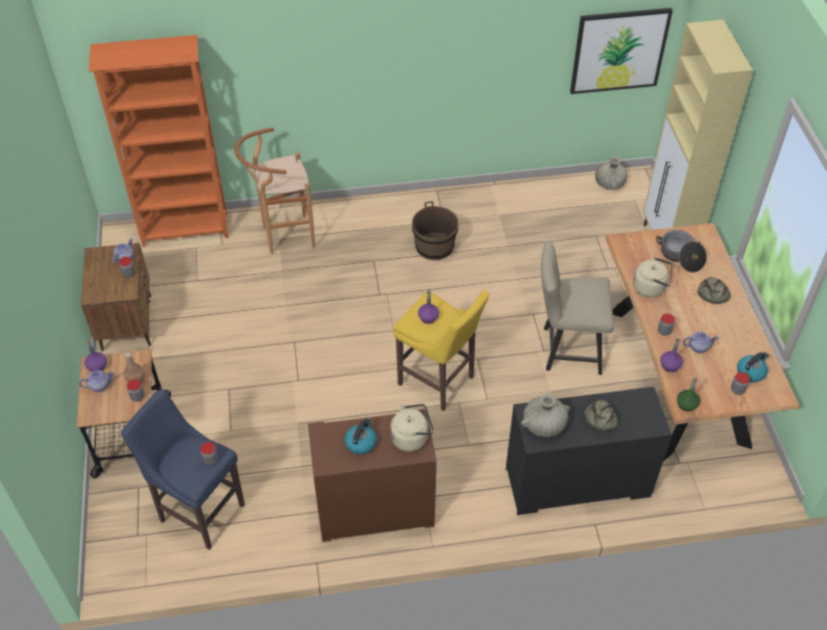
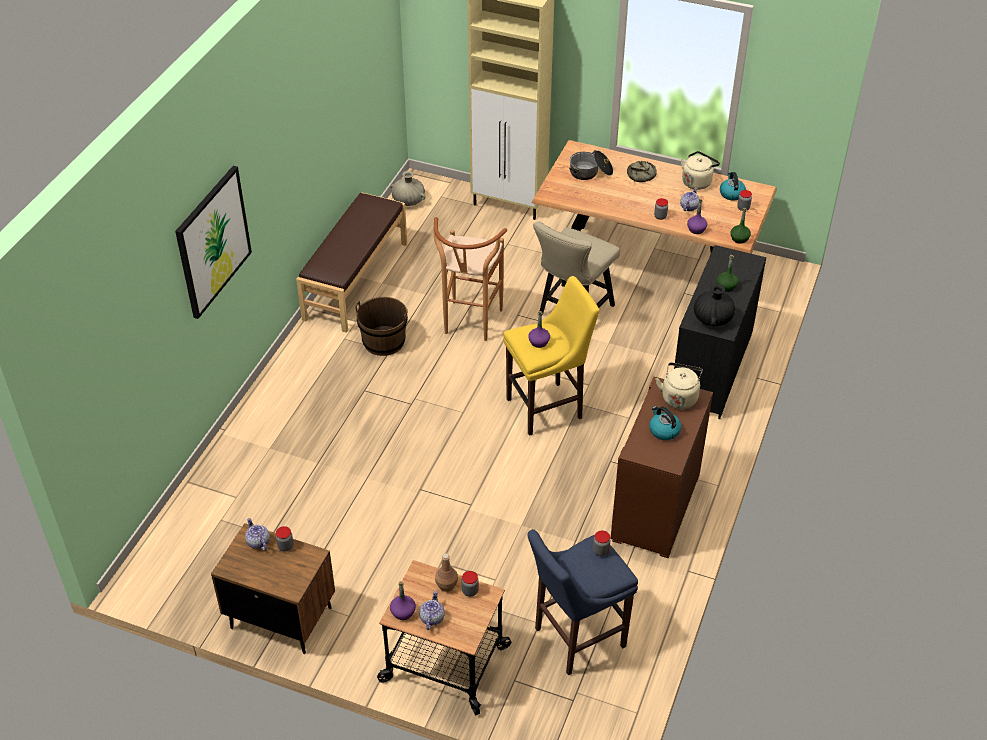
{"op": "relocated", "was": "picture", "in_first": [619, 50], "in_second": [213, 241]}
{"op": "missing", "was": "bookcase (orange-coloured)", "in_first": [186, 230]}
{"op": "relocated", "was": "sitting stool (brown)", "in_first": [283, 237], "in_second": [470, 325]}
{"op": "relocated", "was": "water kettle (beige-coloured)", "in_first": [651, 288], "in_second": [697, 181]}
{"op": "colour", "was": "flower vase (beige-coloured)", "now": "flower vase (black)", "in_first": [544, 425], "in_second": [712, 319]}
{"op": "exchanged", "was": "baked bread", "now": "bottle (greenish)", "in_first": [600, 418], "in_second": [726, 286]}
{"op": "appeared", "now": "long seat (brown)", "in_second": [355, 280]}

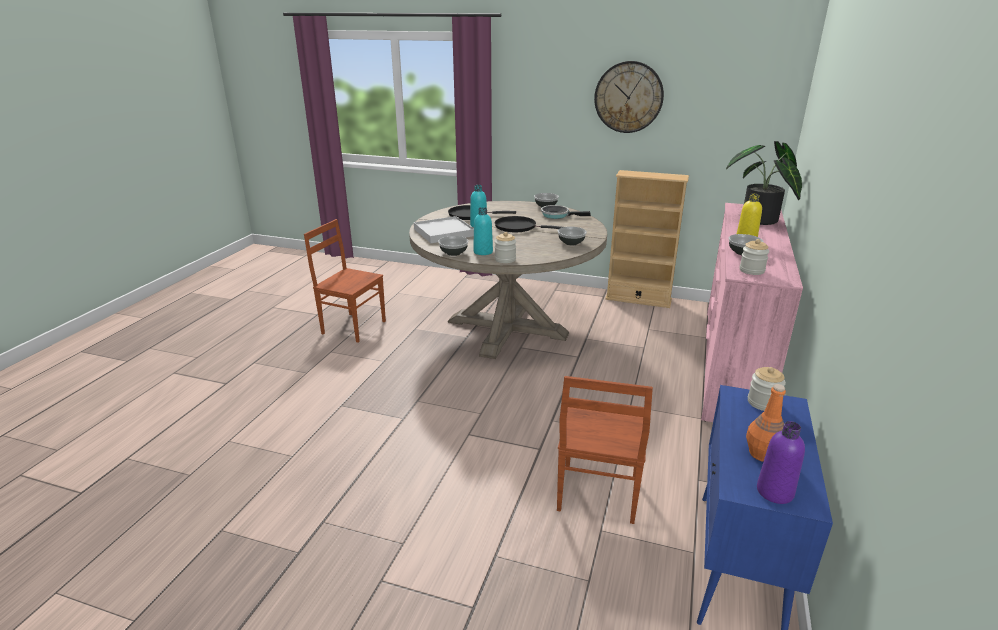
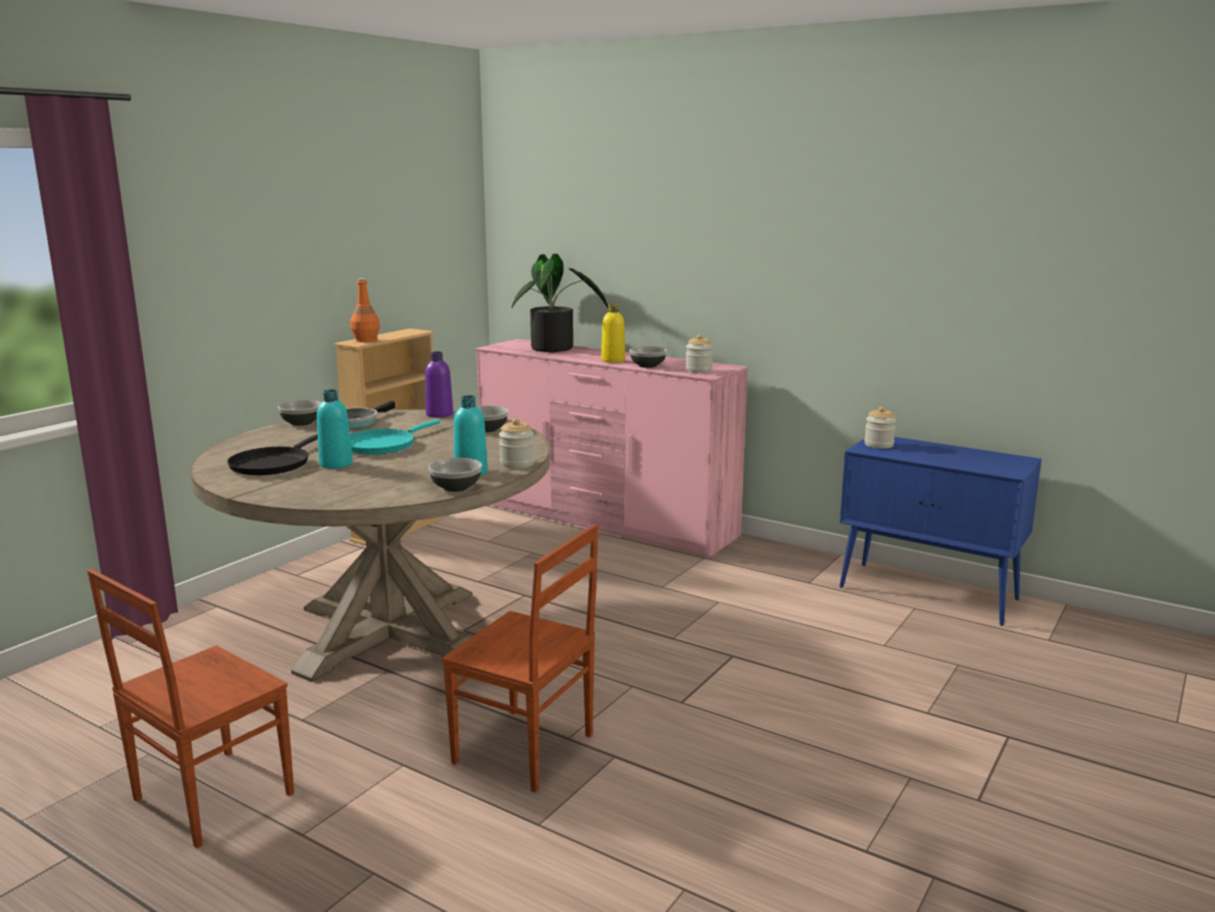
{"op": "missing", "was": "wall clock", "in_first": [628, 97]}
{"op": "missing", "was": "carrying tray (white-coloured)", "in_first": [444, 232]}
{"op": "colour", "was": "pan (black)", "now": "pan (turquoise)", "in_first": [518, 227], "in_second": [382, 445]}
{"op": "relocated", "was": "chair (brown)", "in_first": [596, 494], "in_second": [524, 750]}
{"op": "relocated", "was": "bottle (orange-coloured)", "in_first": [762, 453], "in_second": [365, 340]}
{"op": "relocated", "was": "bottle (purplish)", "in_first": [775, 492], "in_second": [439, 414]}

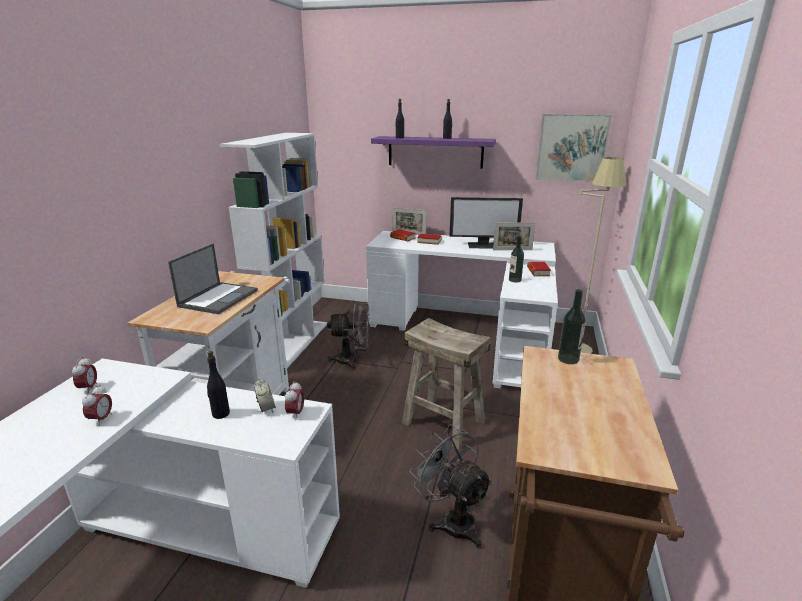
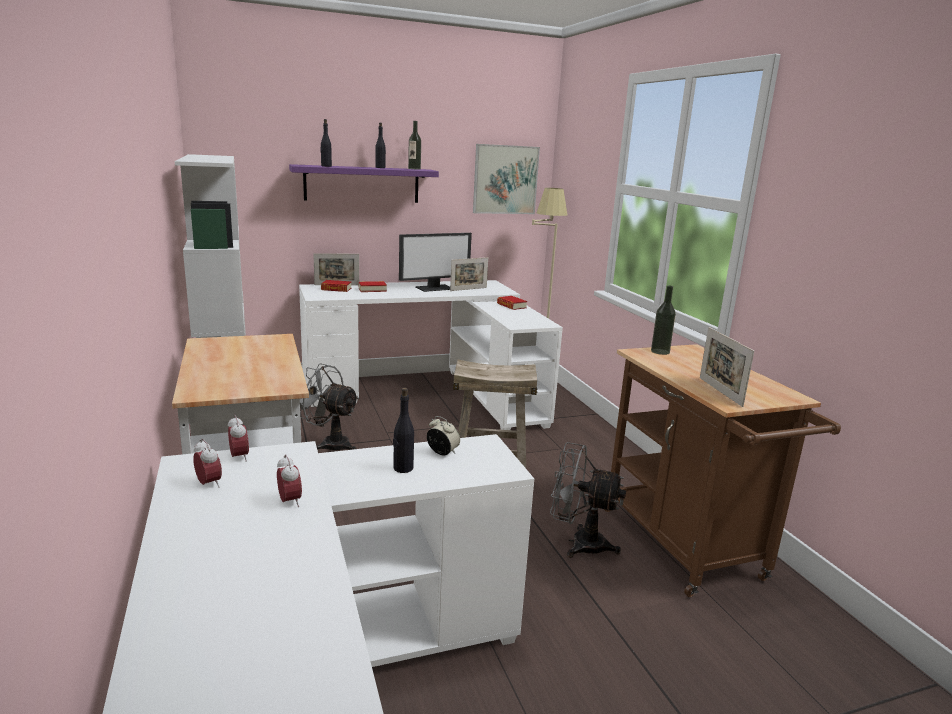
{"op": "relocated", "was": "bottle", "in_first": [515, 280], "in_second": [414, 169]}
{"op": "missing", "was": "notebook computer", "in_first": [219, 298]}
{"op": "spun", "was": "cooling fan (greyish)", "in_first": [352, 360], "in_second": [329, 444], "clockwise": -120}
{"op": "relocated", "was": "table clock", "in_first": [295, 414], "in_second": [239, 457]}
{"op": "appeared", "now": "photo frame", "in_second": [720, 391]}

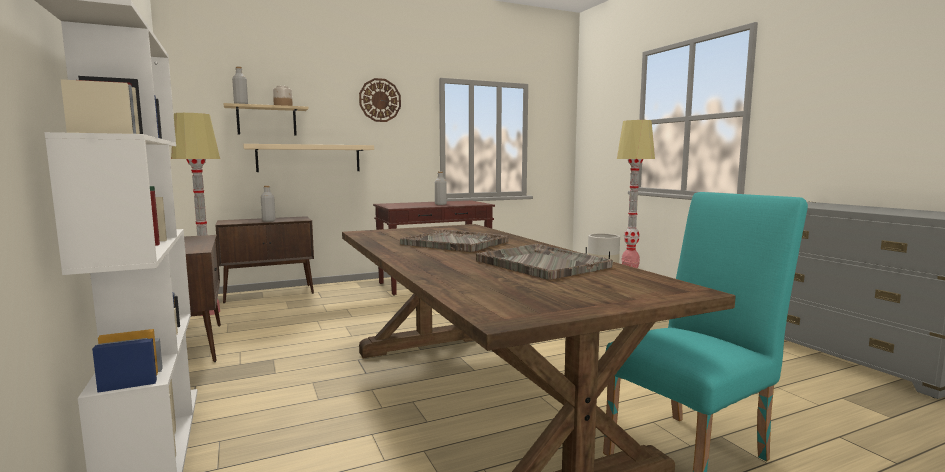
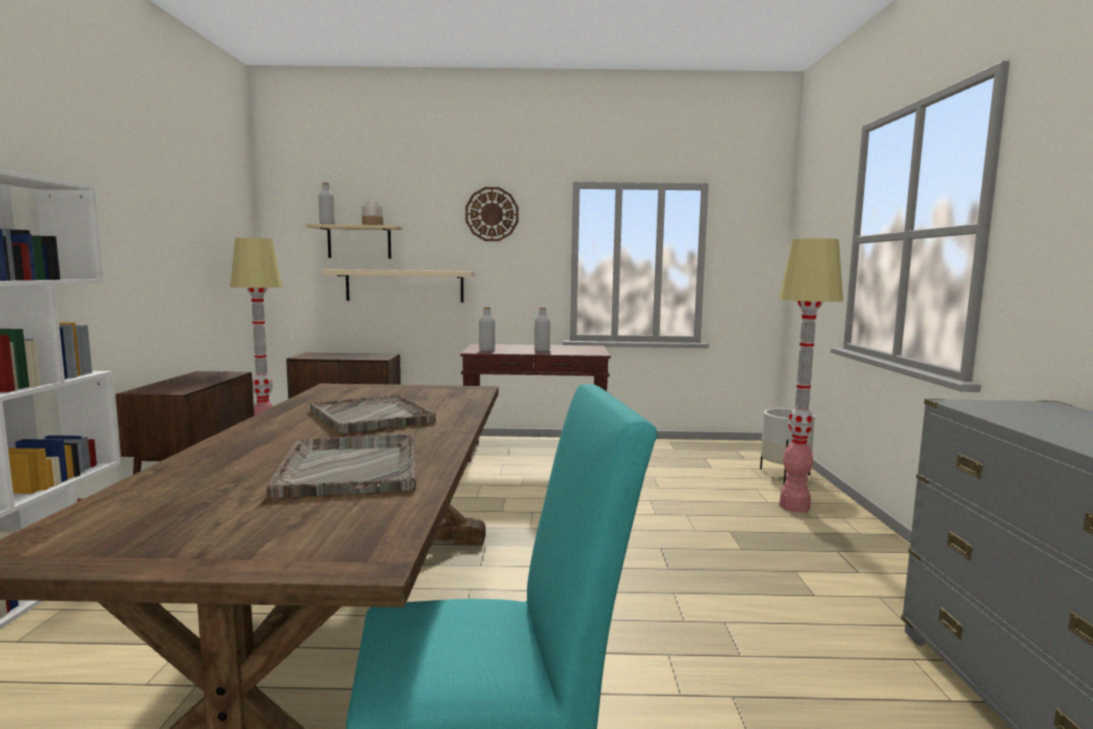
{"op": "relocated", "was": "bottle (greyish)", "in_first": [268, 221], "in_second": [486, 350]}

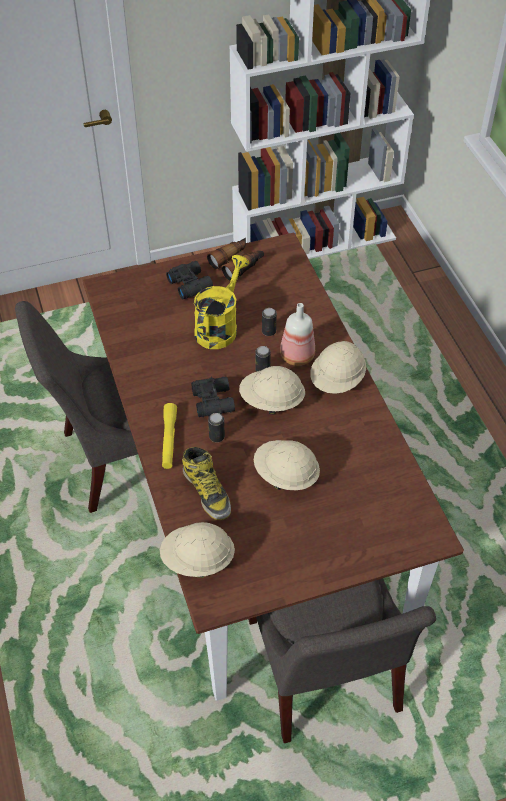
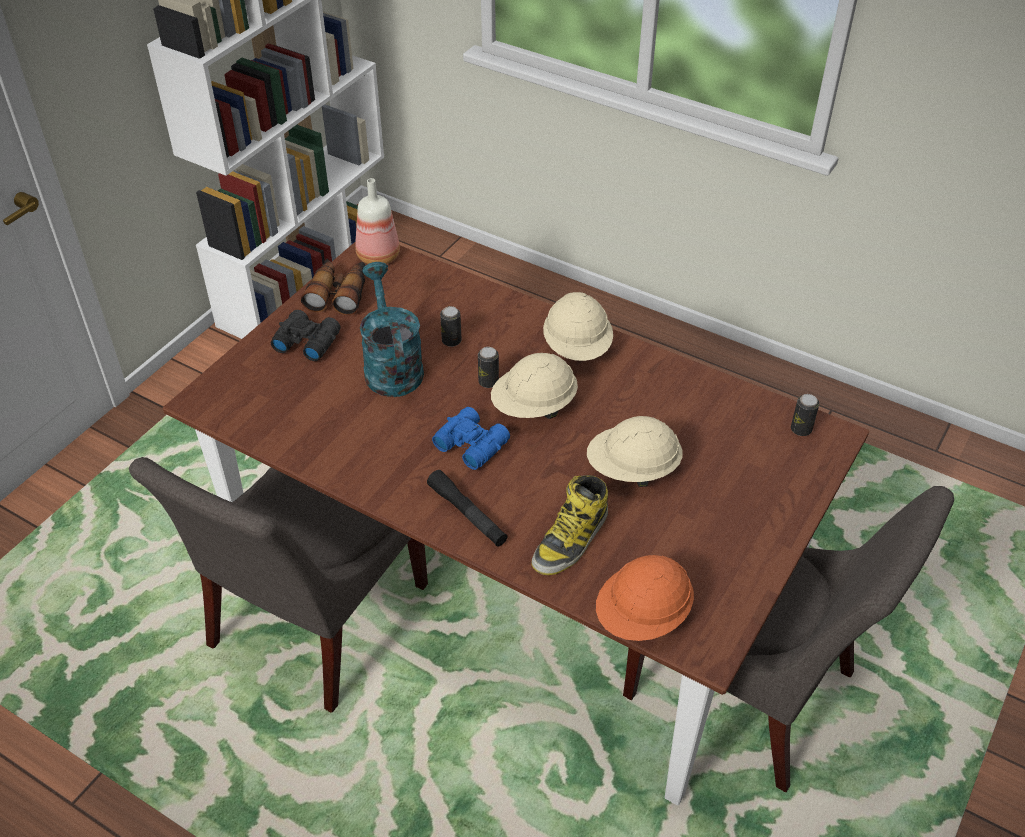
{"op": "colour", "was": "watering pot (yellowish)", "now": "watering pot (turquoise)", "in_first": [219, 326], "in_second": [391, 366]}
{"op": "relocated", "was": "bottle", "in_first": [296, 356], "in_second": [377, 257]}
{"op": "colour", "was": "pair of binoculars (black)", "now": "pair of binoculars (bluish)", "in_first": [214, 400], "in_second": [471, 443]}
{"op": "colour", "was": "hand torch (yellowish)", "now": "hand torch (black)", "in_first": [169, 439], "in_second": [467, 514]}
{"op": "relocated", "was": "can", "in_first": [217, 436], "in_second": [801, 429]}
{"op": "spun", "was": "boot", "in_first": [207, 491], "in_second": [571, 539], "clockwise": 105}
{"op": "colour", "was": "safety helmet (beige-coloured)", "now": "safety helmet (orange-coloured)", "in_first": [198, 560], "in_second": [643, 616]}

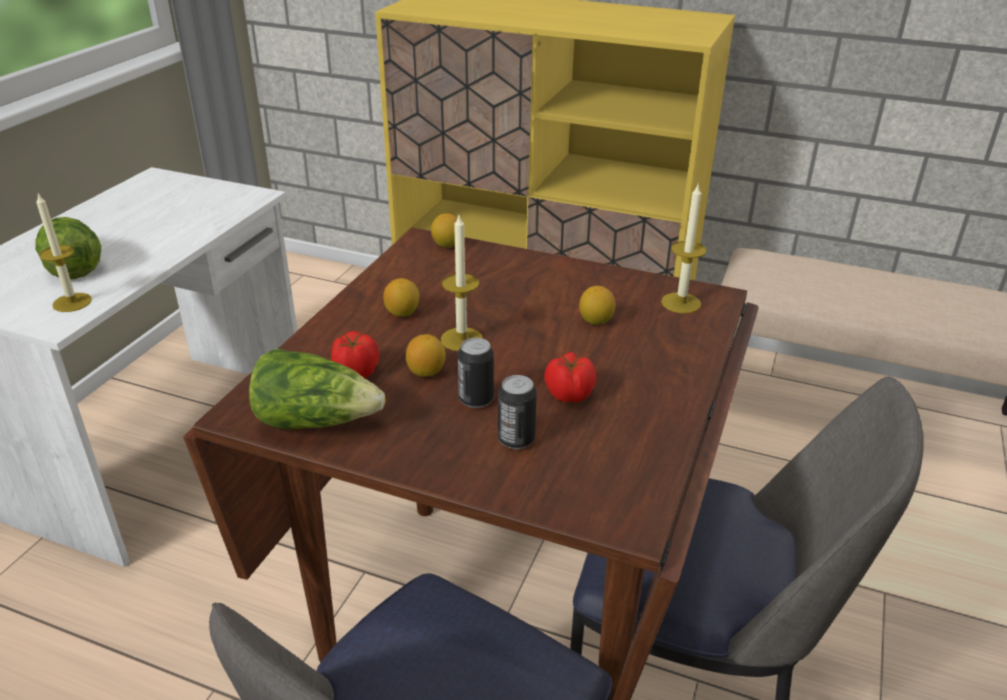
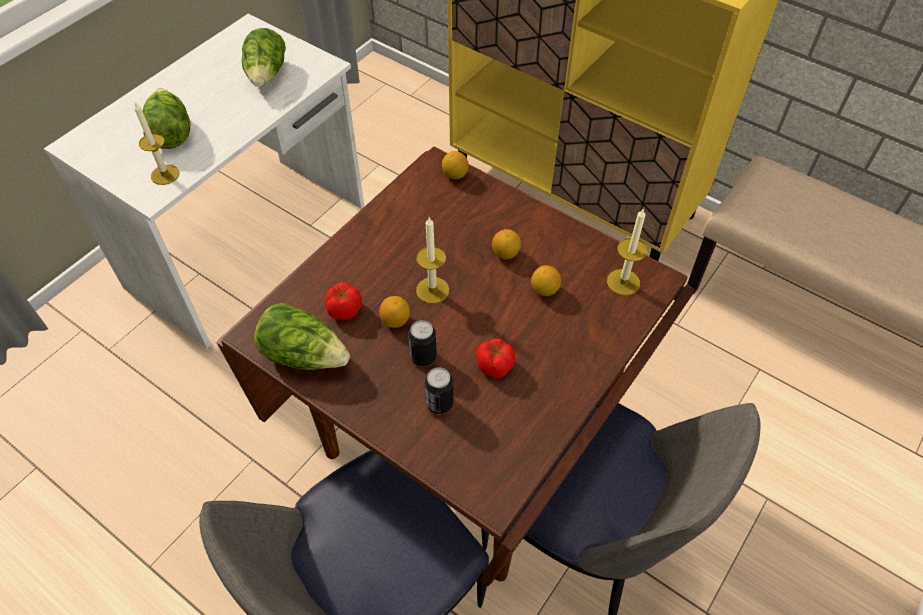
{"op": "relocated", "was": "citrus fruit", "in_first": [402, 313], "in_second": [506, 253]}
{"op": "appeared", "now": "lettuce head", "in_second": [267, 74]}

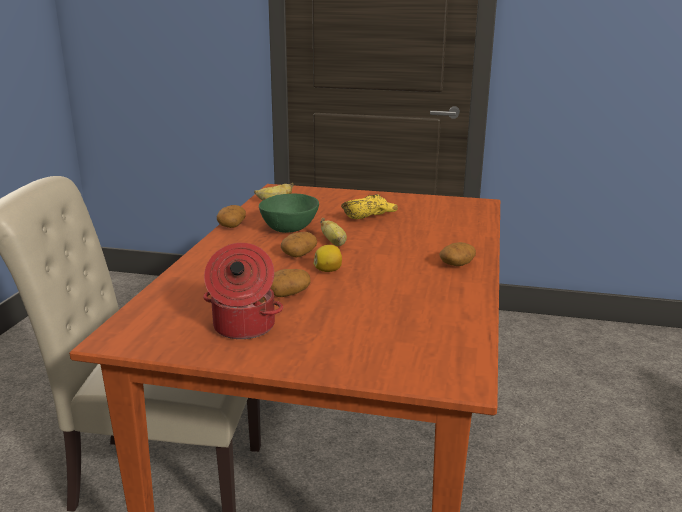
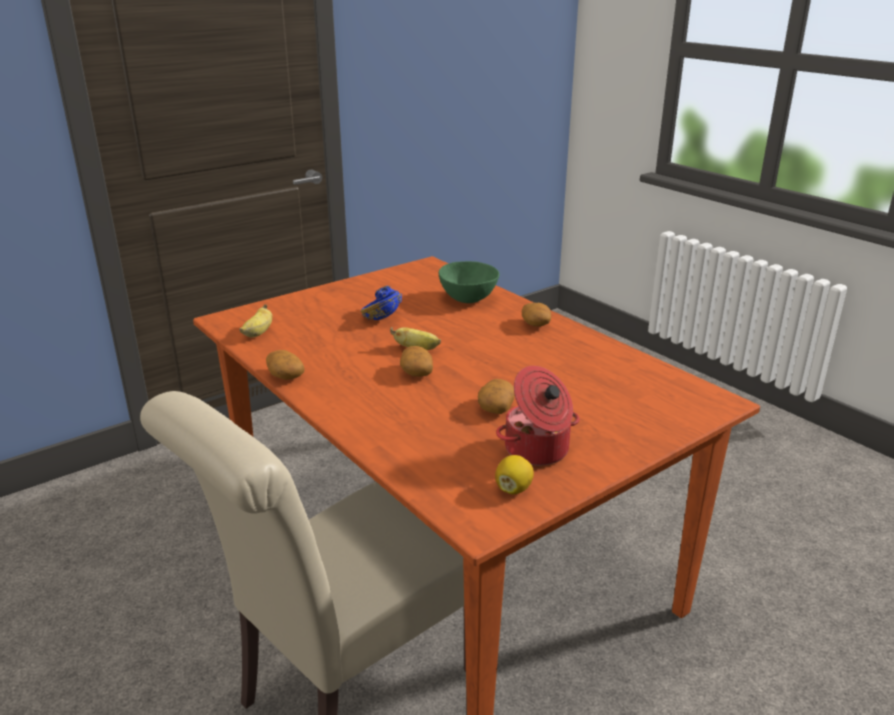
{"op": "relocated", "was": "deep dish (greenish)", "in_first": [290, 229], "in_second": [468, 298]}
{"op": "colour", "was": "deep dish (yellowish)", "now": "deep dish (bluish)", "in_first": [369, 218], "in_second": [383, 313]}
{"op": "relocated", "was": "citrus fruit", "in_first": [328, 270], "in_second": [513, 489]}

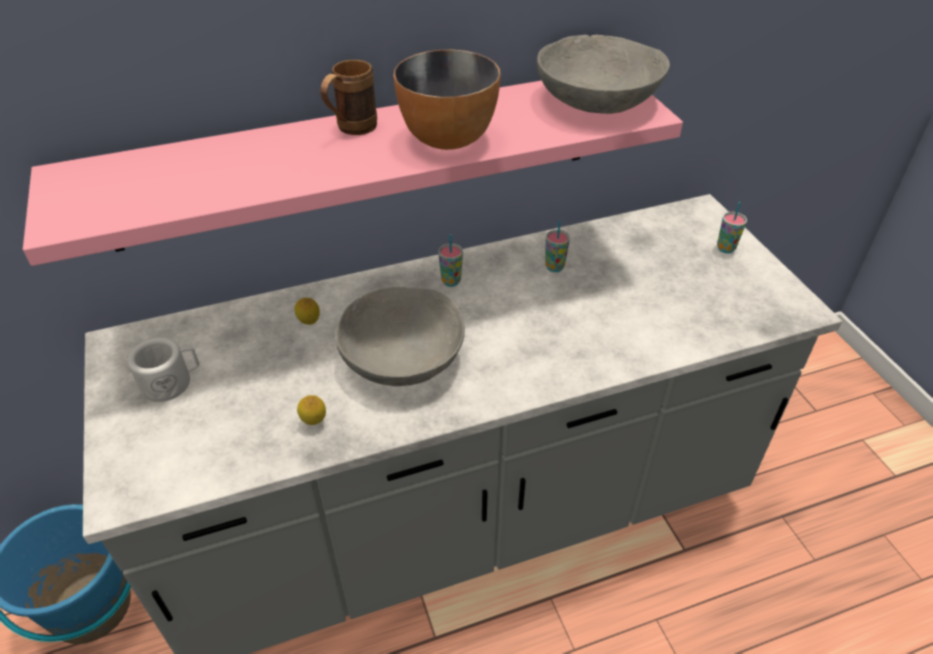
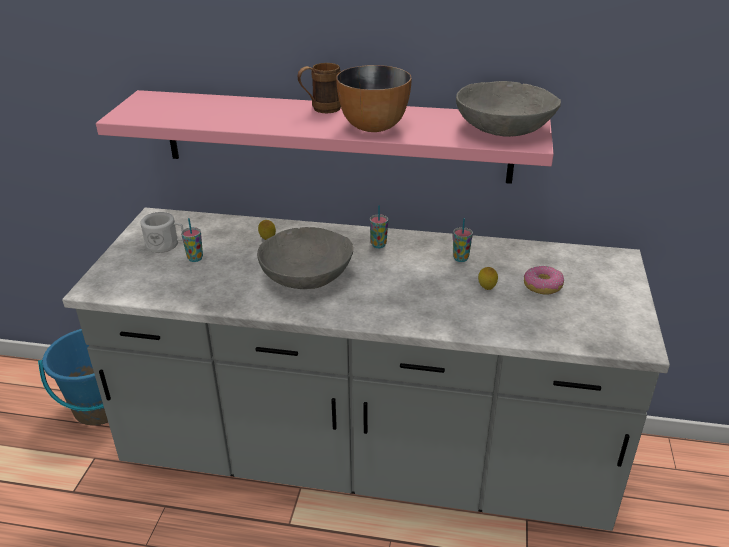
{"op": "relocated", "was": "cup", "in_first": [725, 248], "in_second": [195, 258]}
{"op": "relocated", "was": "citrus fruit", "in_first": [314, 422], "in_second": [486, 289]}
{"op": "appeared", "now": "doughnut", "in_second": [542, 286]}

